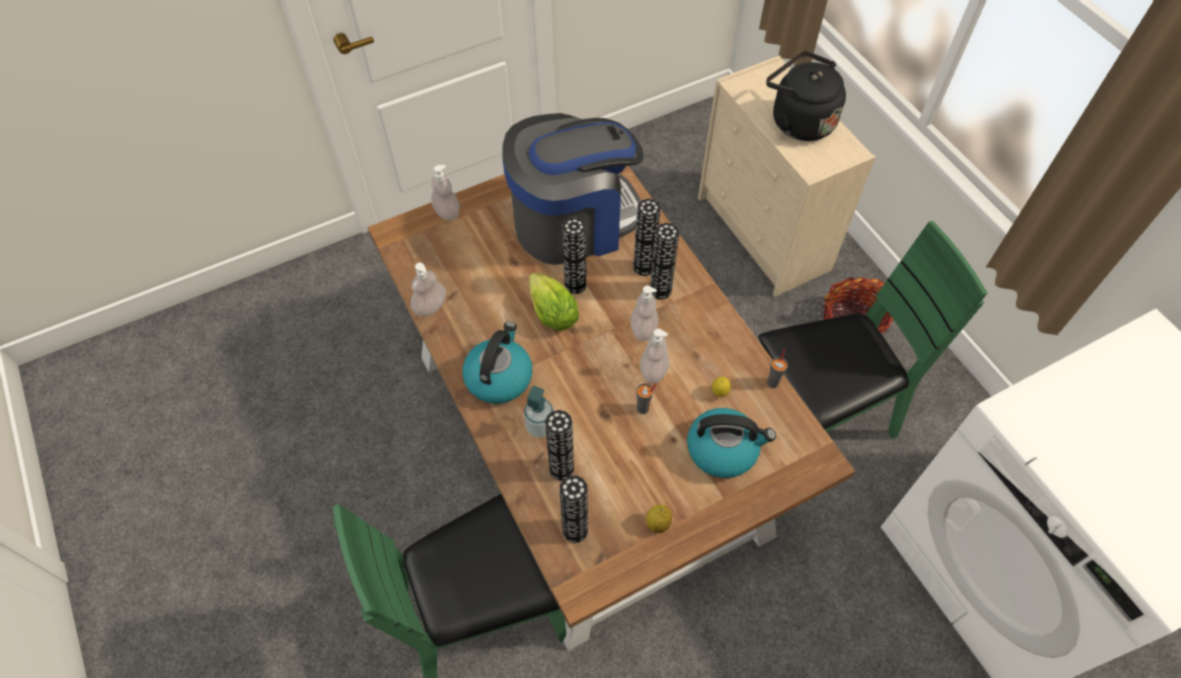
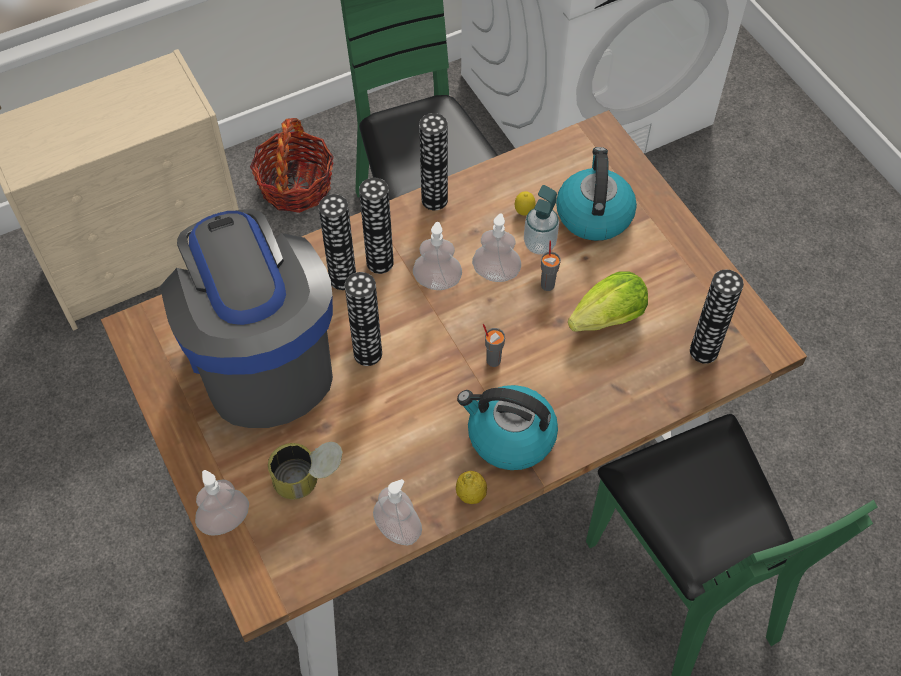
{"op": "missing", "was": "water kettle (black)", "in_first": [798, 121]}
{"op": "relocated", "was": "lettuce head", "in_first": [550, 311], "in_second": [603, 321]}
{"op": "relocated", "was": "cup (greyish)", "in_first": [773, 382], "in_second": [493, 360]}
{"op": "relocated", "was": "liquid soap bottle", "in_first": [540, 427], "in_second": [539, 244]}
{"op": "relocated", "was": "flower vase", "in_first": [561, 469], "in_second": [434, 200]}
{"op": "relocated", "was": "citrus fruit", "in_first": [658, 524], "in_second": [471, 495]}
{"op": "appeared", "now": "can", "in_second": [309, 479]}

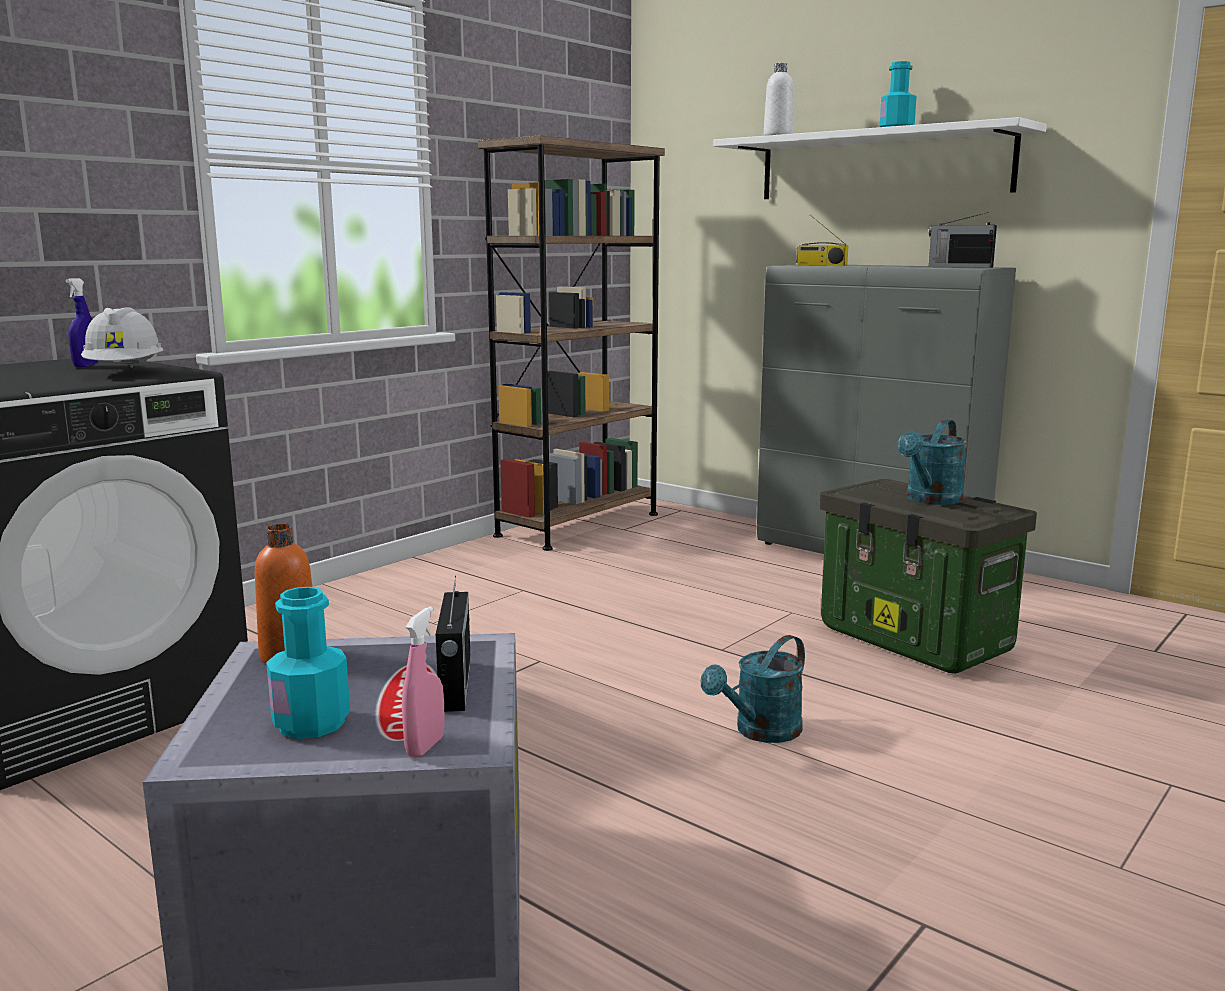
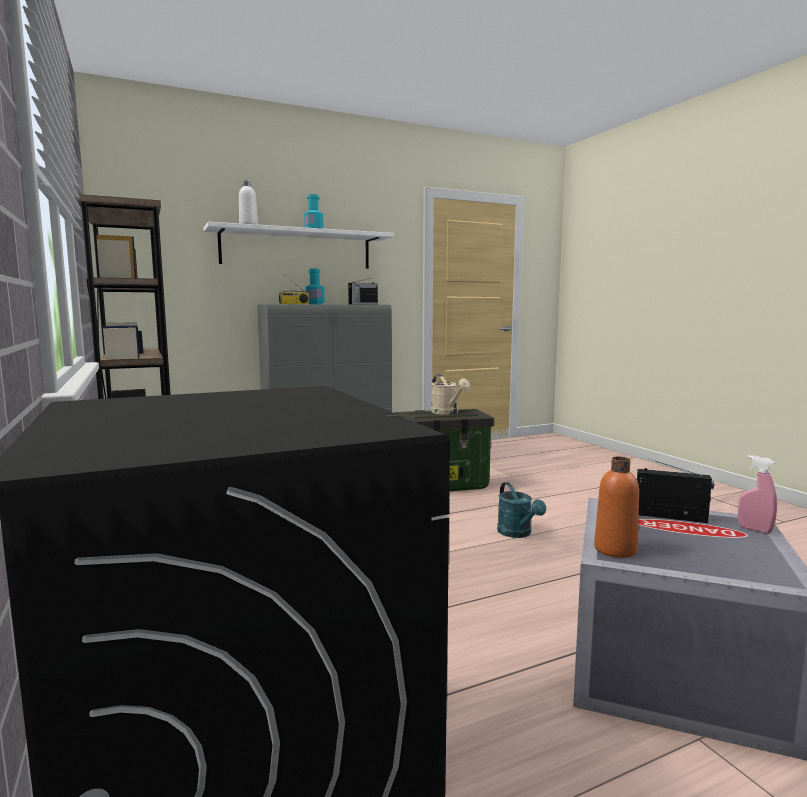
{"op": "missing", "was": "spray bottle (bluish)", "in_first": [85, 366]}
{"op": "missing", "was": "safety helmet (white-coloured)", "in_first": [125, 372]}
{"op": "colour", "was": "watering pot (turquoise)", "now": "watering pot (beige-coloured)", "in_first": [930, 500], "in_second": [447, 413]}
{"op": "relocated", "was": "bottle (turquoise)", "in_first": [311, 723], "in_second": [315, 304]}

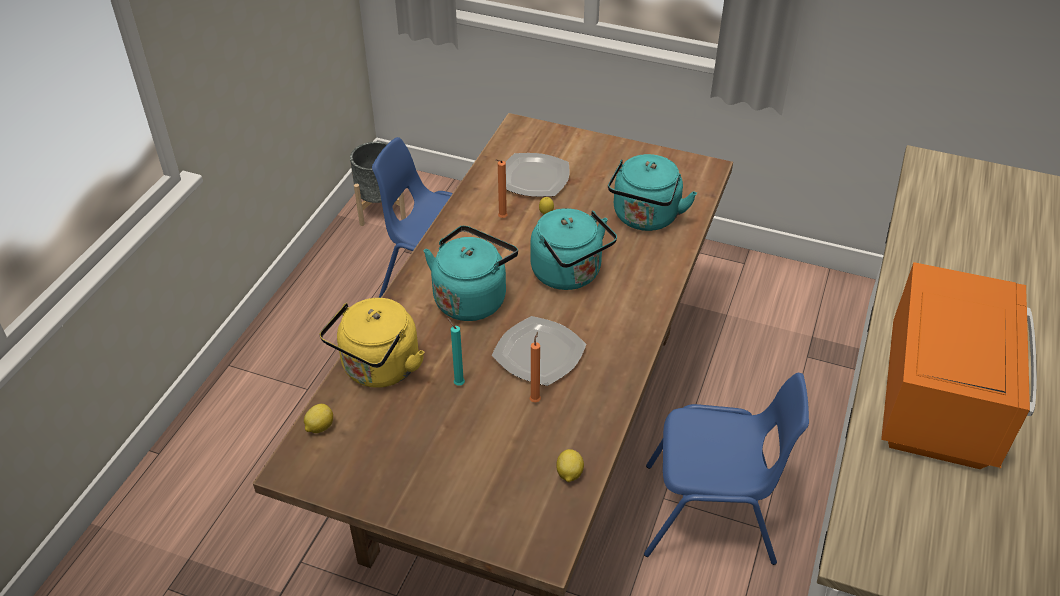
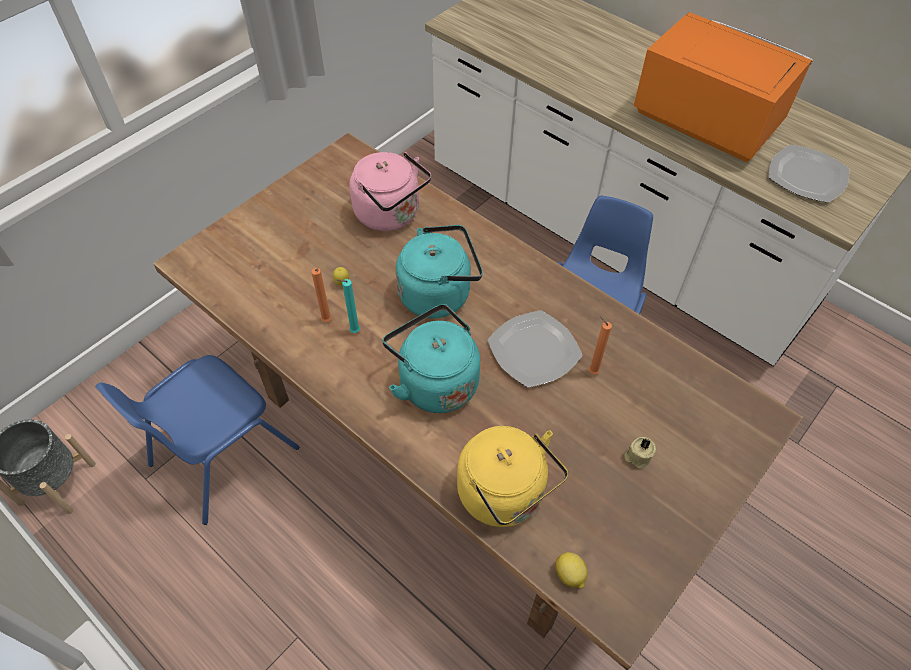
{"op": "relocated", "was": "dinner plate", "in_first": [535, 177], "in_second": [806, 175]}
{"op": "colour", "was": "water kettle (turquoise)", "now": "water kettle (pink)", "in_first": [645, 218], "in_second": [391, 215]}
{"op": "relocated", "was": "candle (turquoise)", "in_first": [458, 383], "in_second": [353, 332]}
{"op": "missing", "was": "citrus fruit", "in_first": [569, 474]}
{"op": "appeared", "now": "candle (beige-coloured)", "in_second": [637, 456]}

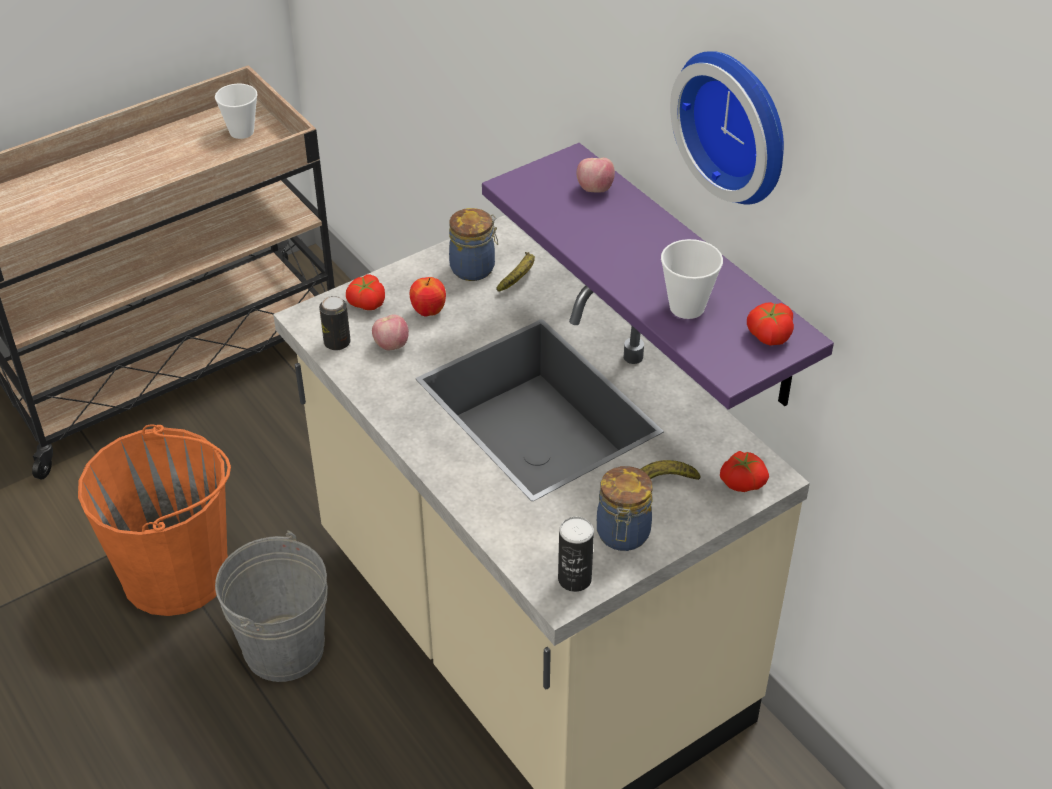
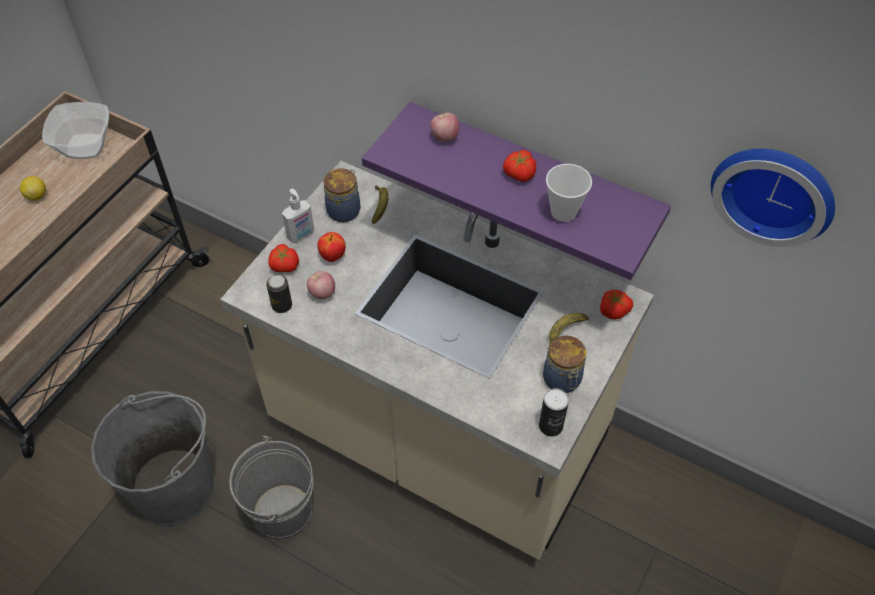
{"op": "relocated", "was": "wall clock", "in_first": [738, 123], "in_second": [774, 190]}
{"op": "exchanged", "was": "cup", "now": "deep dish", "in_first": [241, 132], "in_second": [84, 146]}
{"op": "relocated", "was": "tomato", "in_first": [768, 335], "in_second": [518, 174]}
{"op": "colour", "was": "pail (orange-coloured)", "now": "pail (greyish)", "in_first": [177, 573], "in_second": [175, 487]}
{"op": "appeared", "now": "citrus fruit", "in_second": [37, 196]}
{"op": "appeared", "now": "liquid soap bottle", "in_second": [301, 235]}

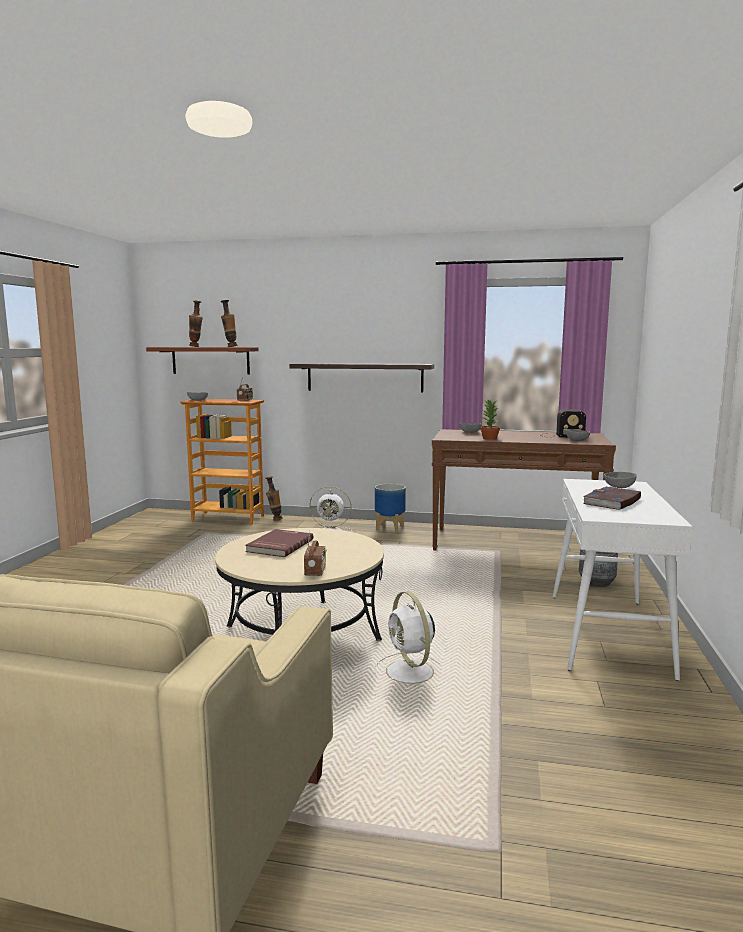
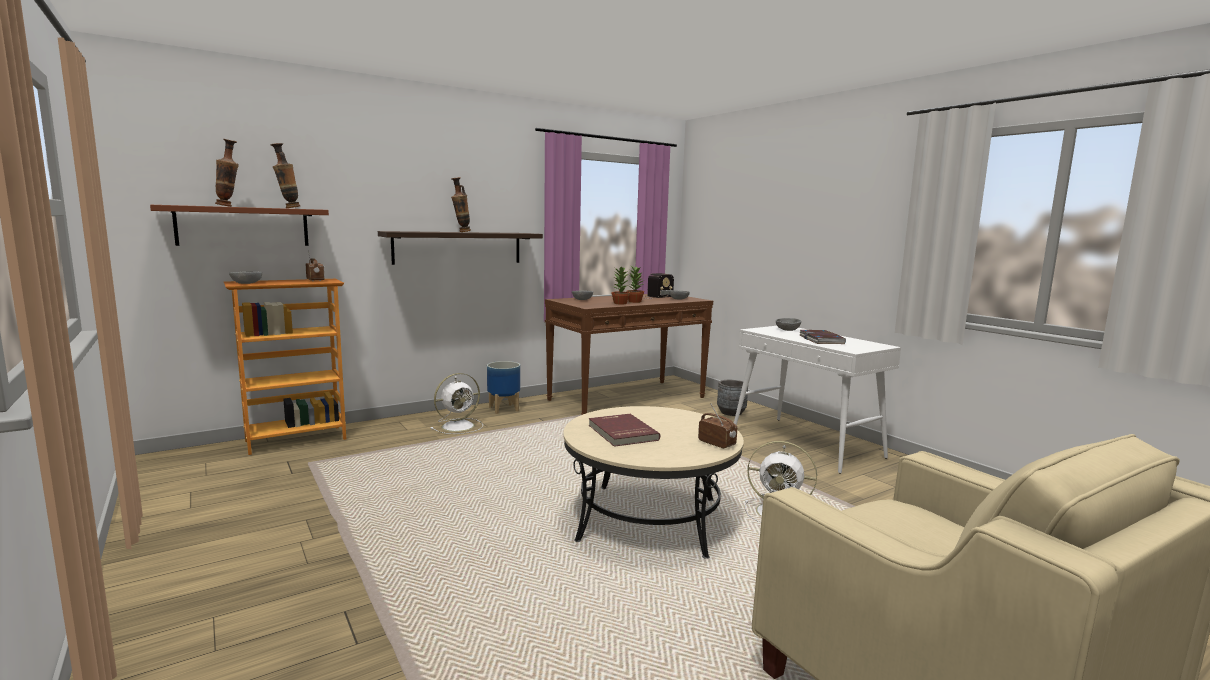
{"op": "relocated", "was": "flower vase", "in_first": [274, 520], "in_second": [461, 232]}
{"op": "appeared", "now": "plant in a pot", "in_second": [634, 301]}

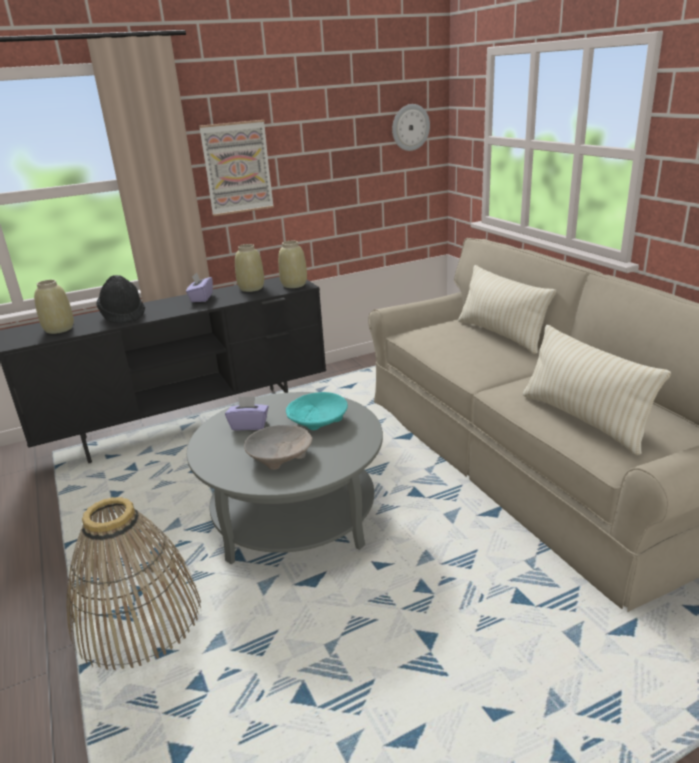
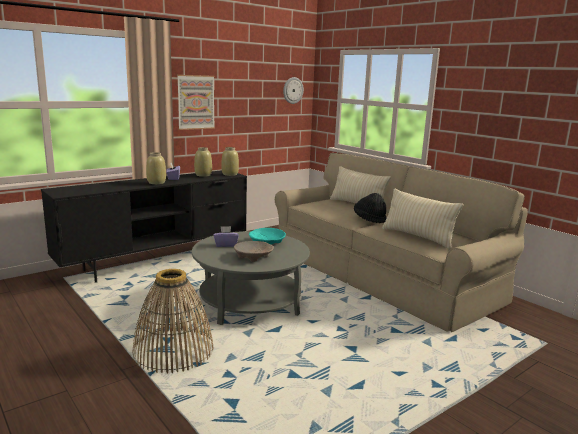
{"op": "relocated", "was": "wearable hat (black)", "in_first": [123, 316], "in_second": [369, 219]}
{"op": "relocated", "was": "flower vase (beige-coloured)", "in_first": [58, 329], "in_second": [156, 182]}

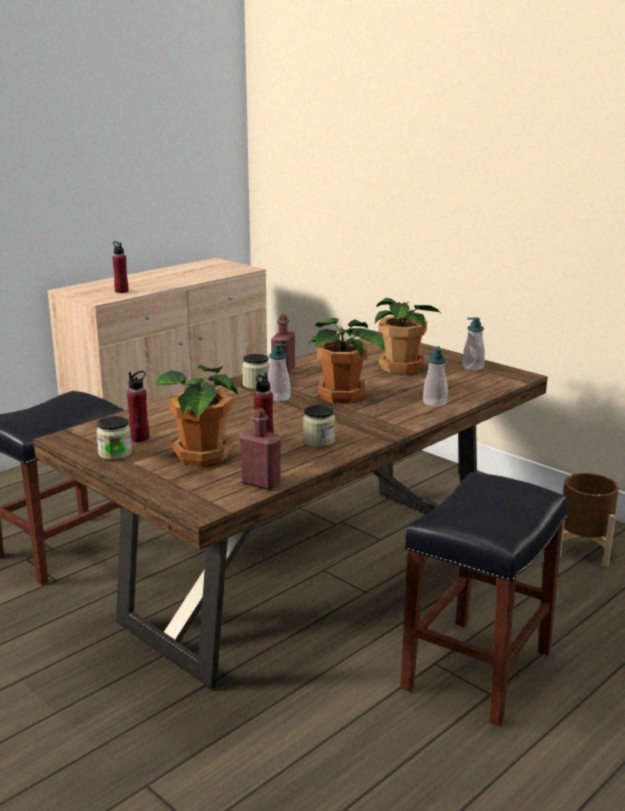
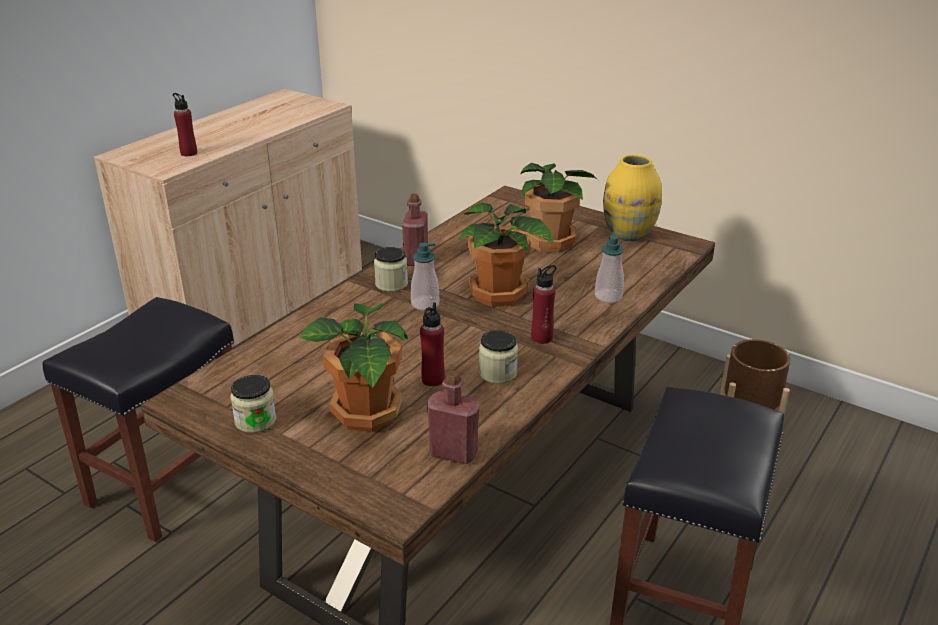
{"op": "exchanged", "was": "liquid soap bottle", "now": "flower vase (yellowish)", "in_first": [473, 367], "in_second": [629, 235]}
{"op": "relocated", "was": "bottle (red)", "in_first": [139, 438], "in_second": [542, 338]}

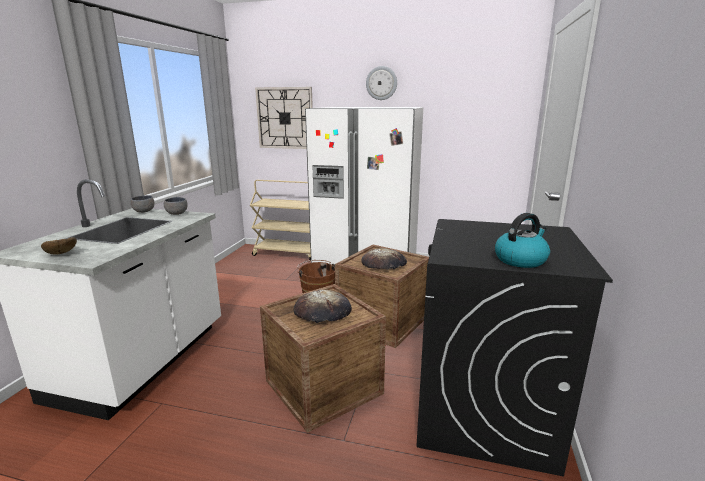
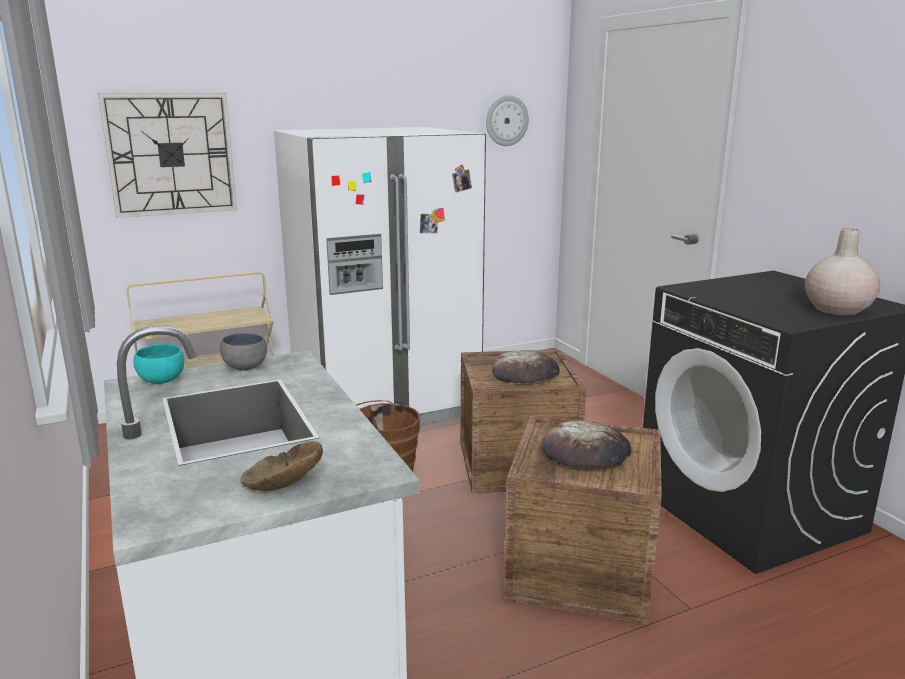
{"op": "relocated", "was": "wall clock", "in_first": [381, 83], "in_second": [506, 120]}
{"op": "colour", "was": "deep dish (greyish)", "now": "deep dish (turquoise)", "in_first": [144, 212], "in_second": [163, 381]}
{"op": "exchanged", "was": "water kettle", "now": "flower vase (beige-coloured)", "in_first": [520, 260], "in_second": [836, 310]}

